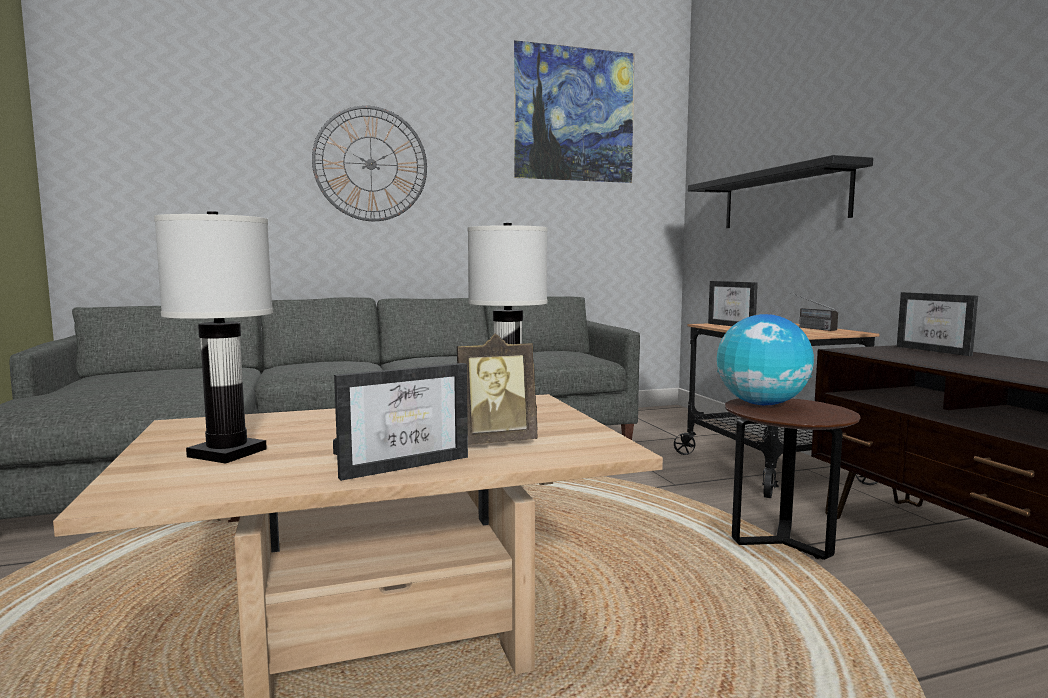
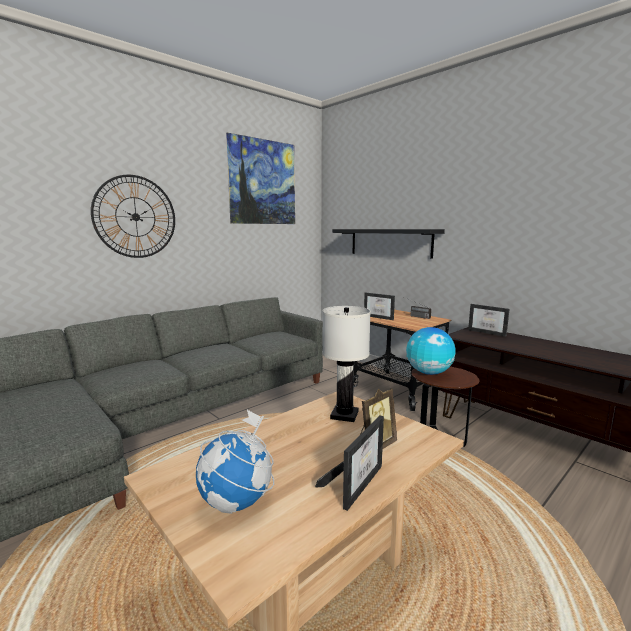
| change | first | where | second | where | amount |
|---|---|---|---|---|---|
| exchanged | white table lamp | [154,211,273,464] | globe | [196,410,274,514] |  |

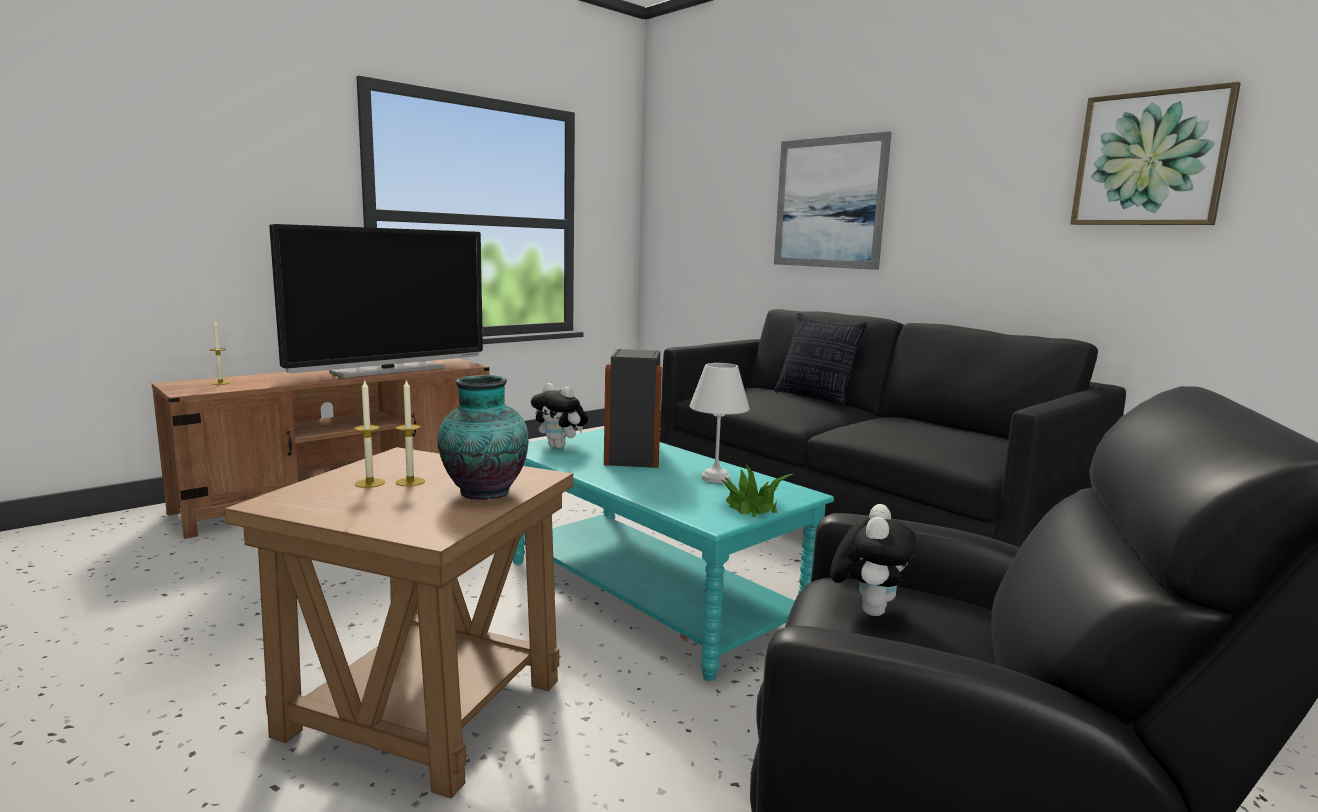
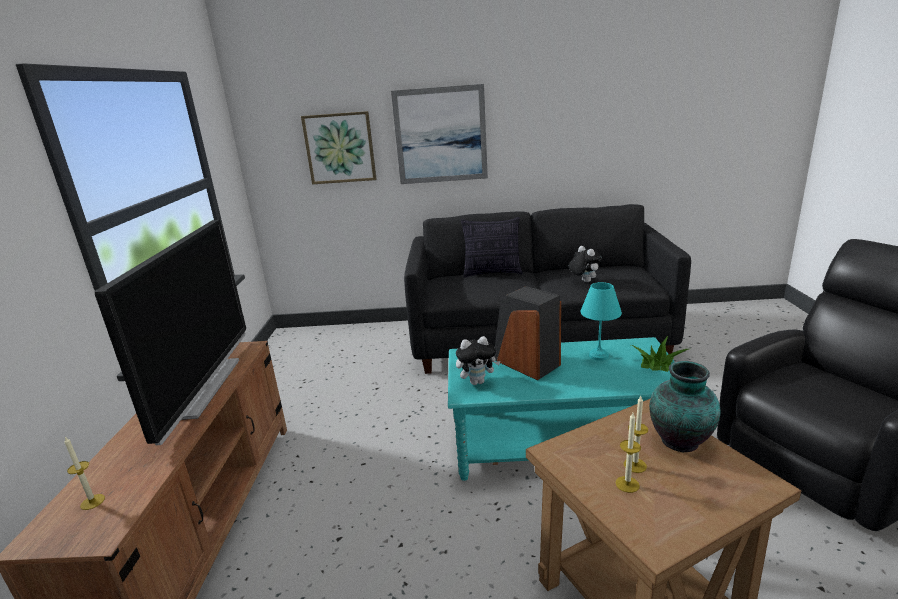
| change | first | where | second | where | amount |
|---|---|---|---|---|---|
| colour | white table lamp | [690,363,750,483] | turquoise table lamp | [580,282,622,361] |  |
| relocated | soft toy | [830,504,916,616] |  | [569,246,602,282] |  |
| relocated | wall picture | [1070,82,1241,225] |  | [301,111,376,184] |  |

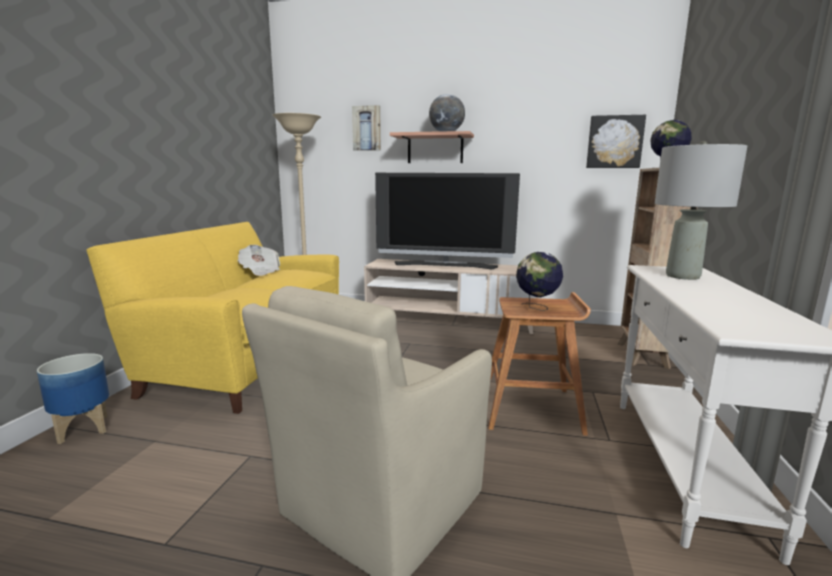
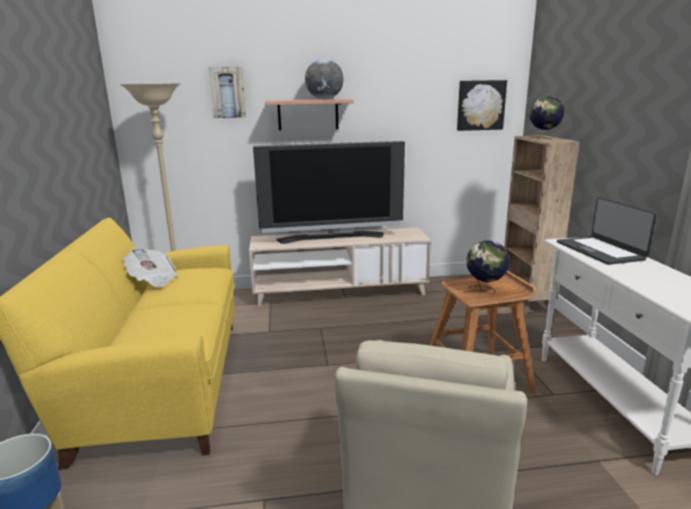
| change | first | where | second | where | amount |
|---|---|---|---|---|---|
| exchanged | greyish table lamp | [655,141,747,280] | notebook computer | [557,197,657,265] |  |

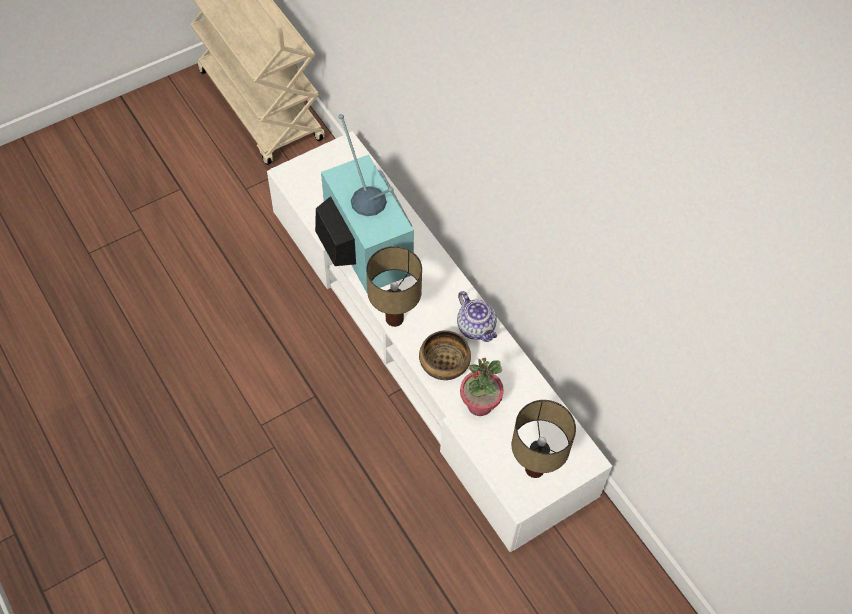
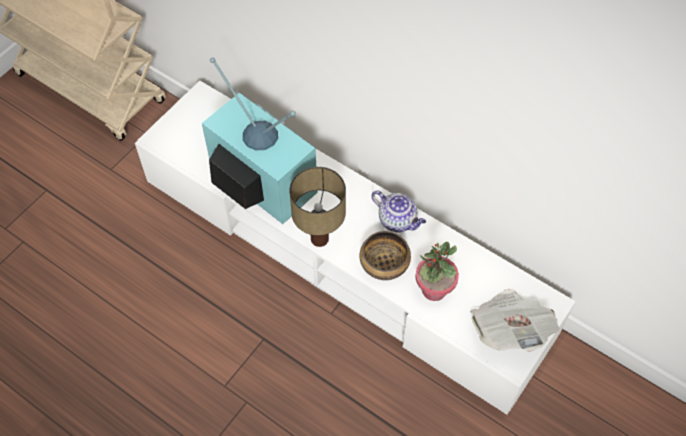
| change | first | where | second | where | amount |
|---|---|---|---|---|---|
| exchanged | table lamp | [512,400,576,478] | printed paper | [470,289,560,352] |  |

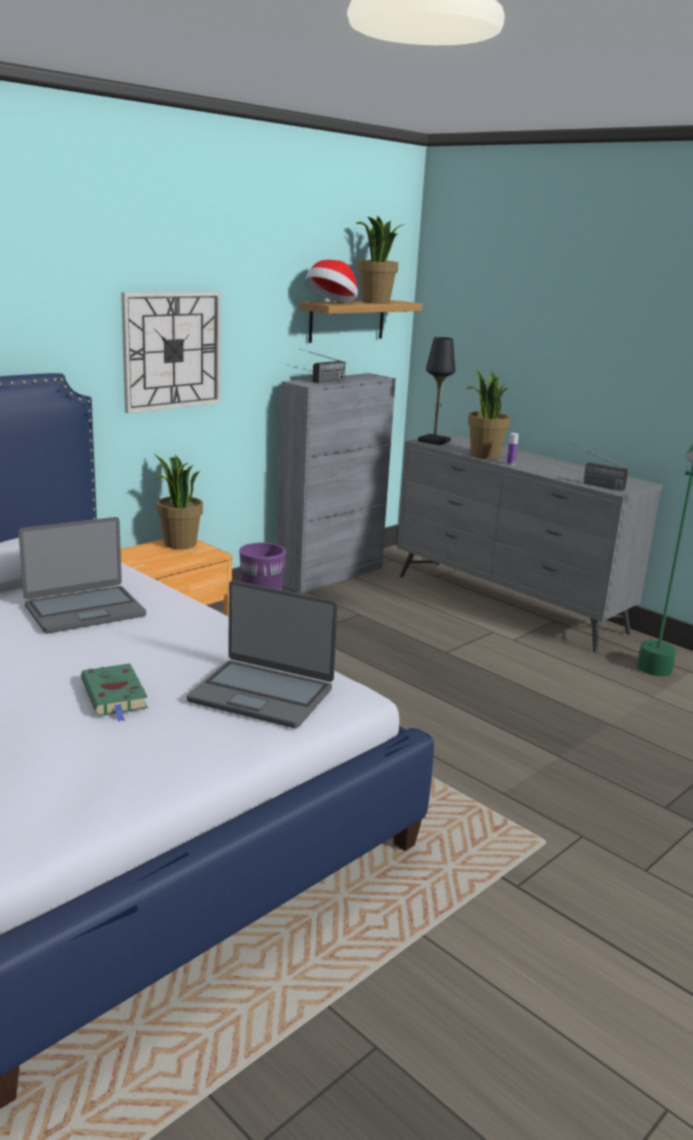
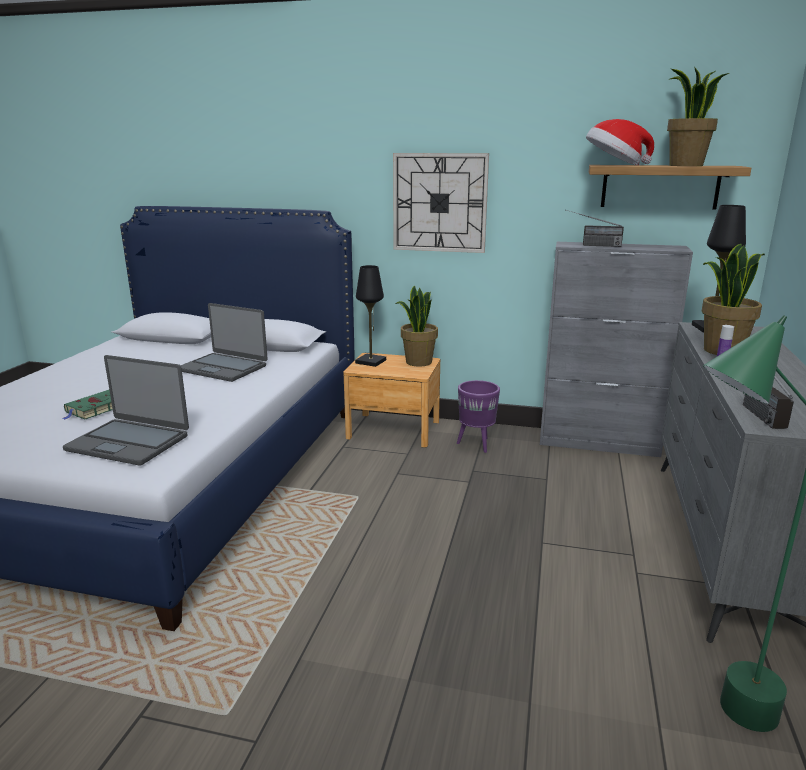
| change | first | where | second | where | amount |
|---|---|---|---|---|---|
| spun | notebook computer | [187,581,338,728] |  | [63,355,189,466] | 60 degrees counterclockwise |
| appeared |  |  | black table lamp | [355,265,386,367] |  |

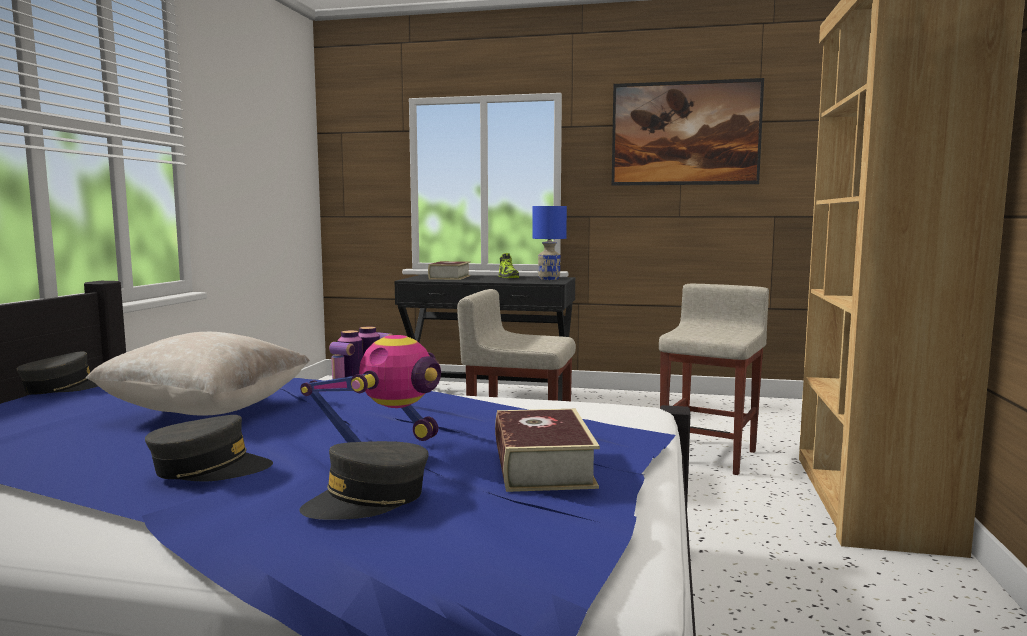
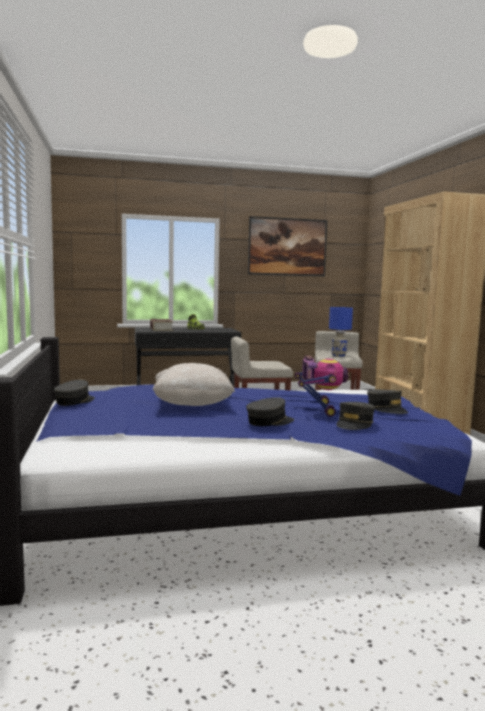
| change | first | where | second | where | amount |
|---|---|---|---|---|---|
| exchanged | book | [495,409,600,492] | greyish peaked cap | [367,389,408,414] |  |
| relocated | blue-coloured table lamp | [532,206,567,280] |  | [329,307,353,357] |  |

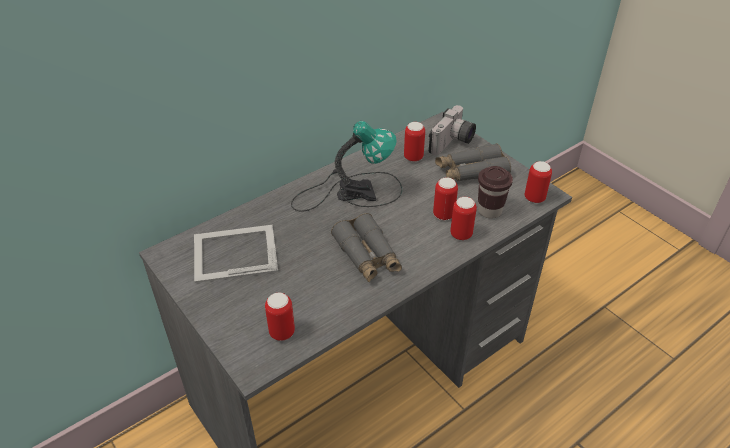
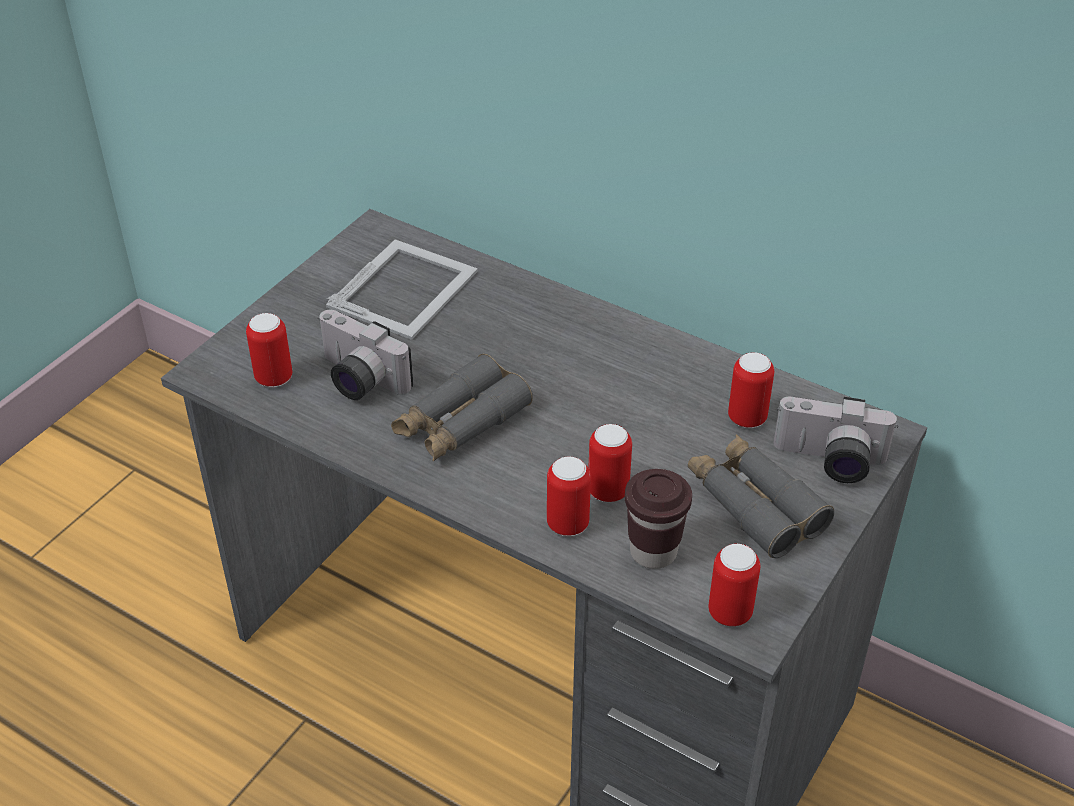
| change | first | where | second | where | amount |
|---|---|---|---|---|---|
| spun | standing frame | [194,225,278,283] |  | [326,239,478,340] | 60 degrees clockwise |
| missing | table lamp | [291,121,402,212] |  |  |  |
| appeared |  |  | still camera | [318,310,413,400] |  |

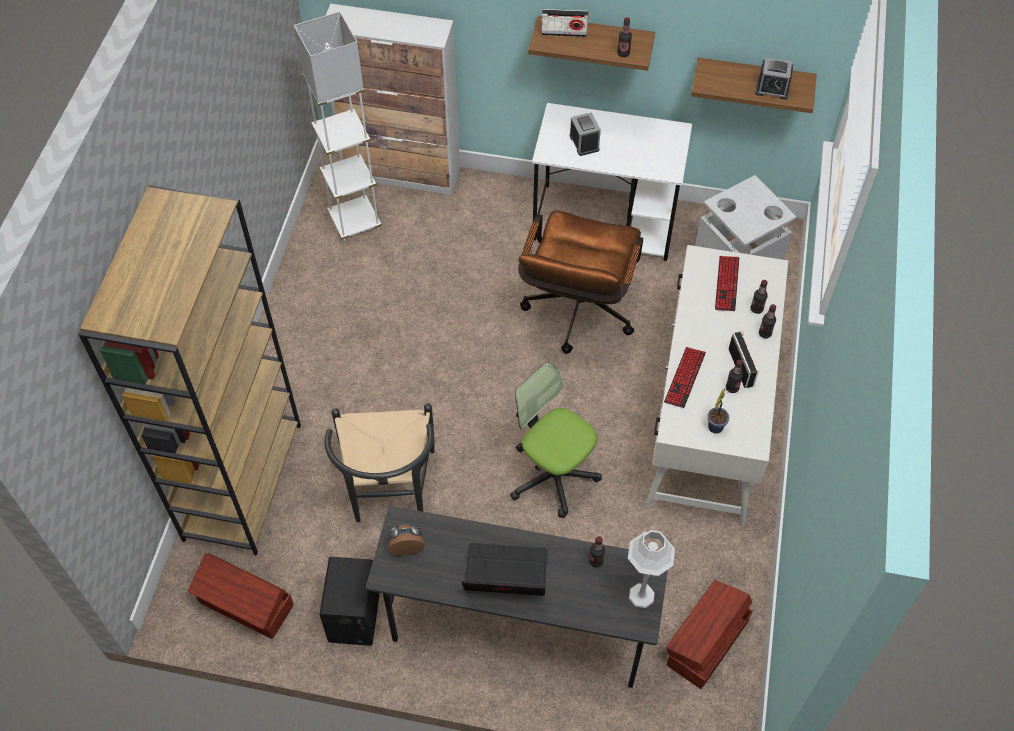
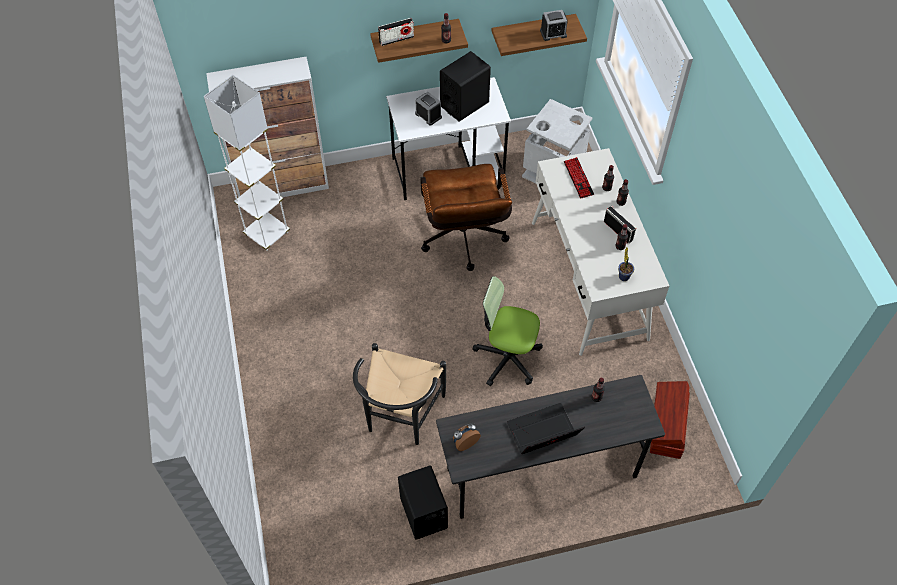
| change | first | where | second | where | amount |
|---|---|---|---|---|---|
| missing | brownish bookcase | [78,185,301,556] |  |  |  |
| missing | brownish storage bin | [188,554,294,639] |  |  |  |
| spun | black plain chair | [324,403,435,522] |  | [353,343,446,445] | 45 degrees clockwise |
| missing | greyish table lamp | [628,530,675,608] |  |  |  |
| missing | computer keyboard | [664,347,706,408] |  |  |  |
| appeared |  |  | black audio speaker | [440,51,491,122] |  |

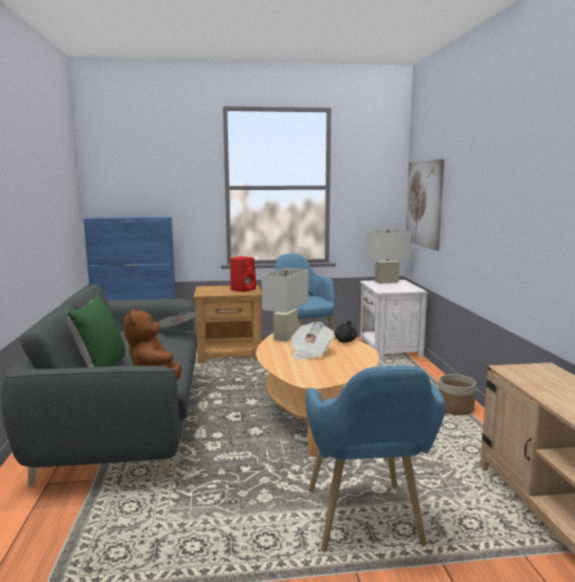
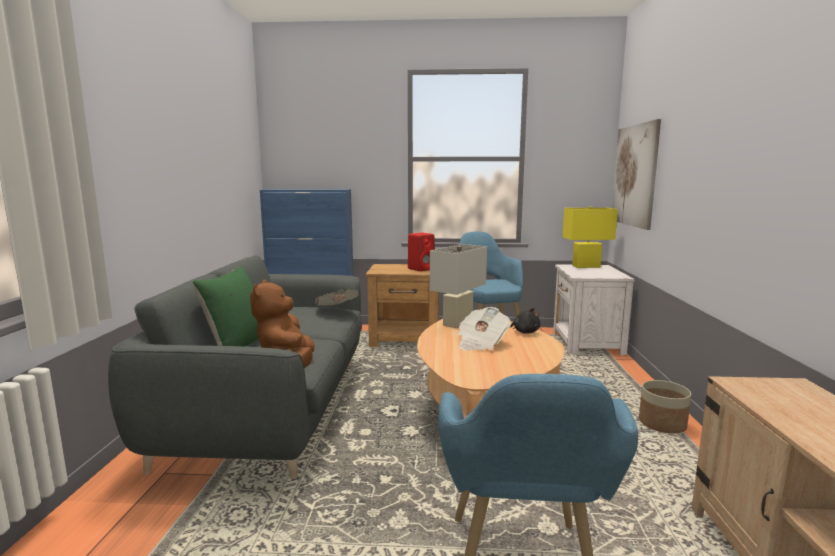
| change | first | where | second | where | amount |
|---|---|---|---|---|---|
| colour | white table lamp | [366,230,411,284] | yellow table lamp | [563,207,618,268] |  |

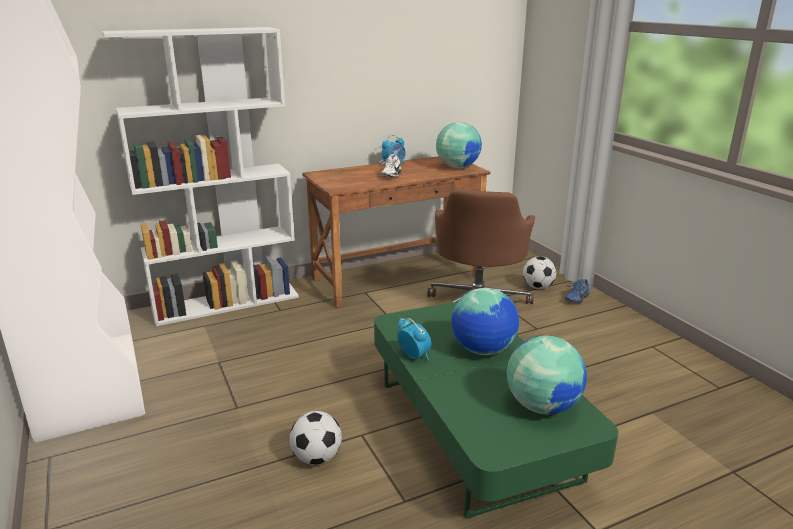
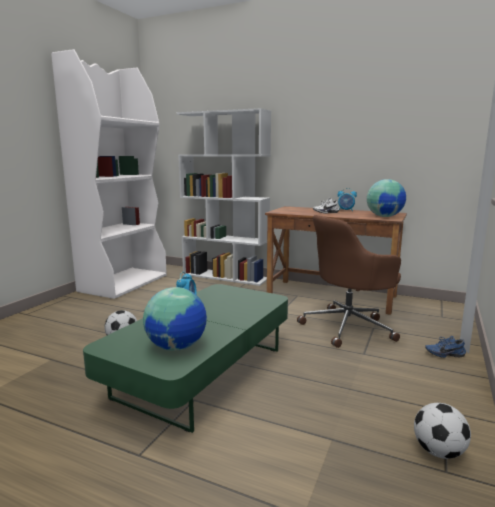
| change | first | where | second | where | amount |
|---|---|---|---|---|---|
| missing | globe | [451,288,519,355] |  |  |  |
| relocated | ball for football | [523,256,556,289] |  | [414,403,471,459] |  |

